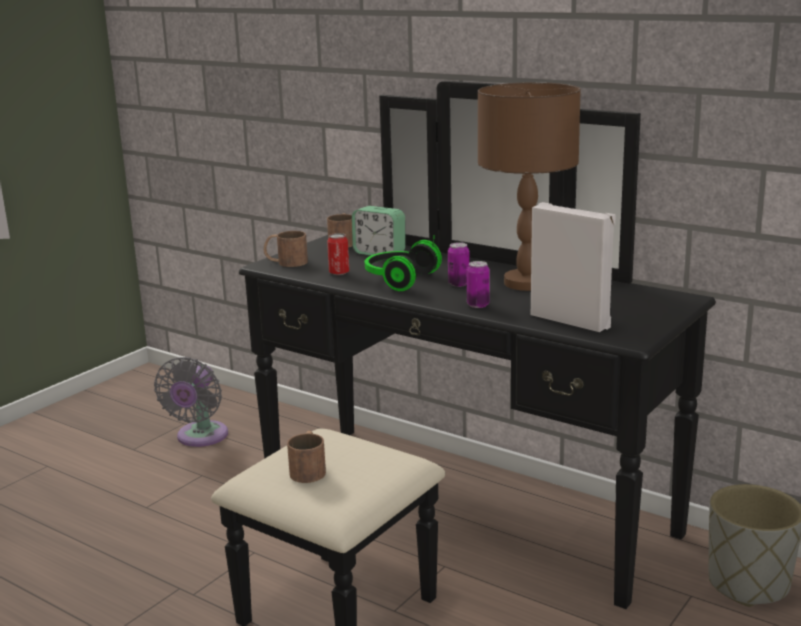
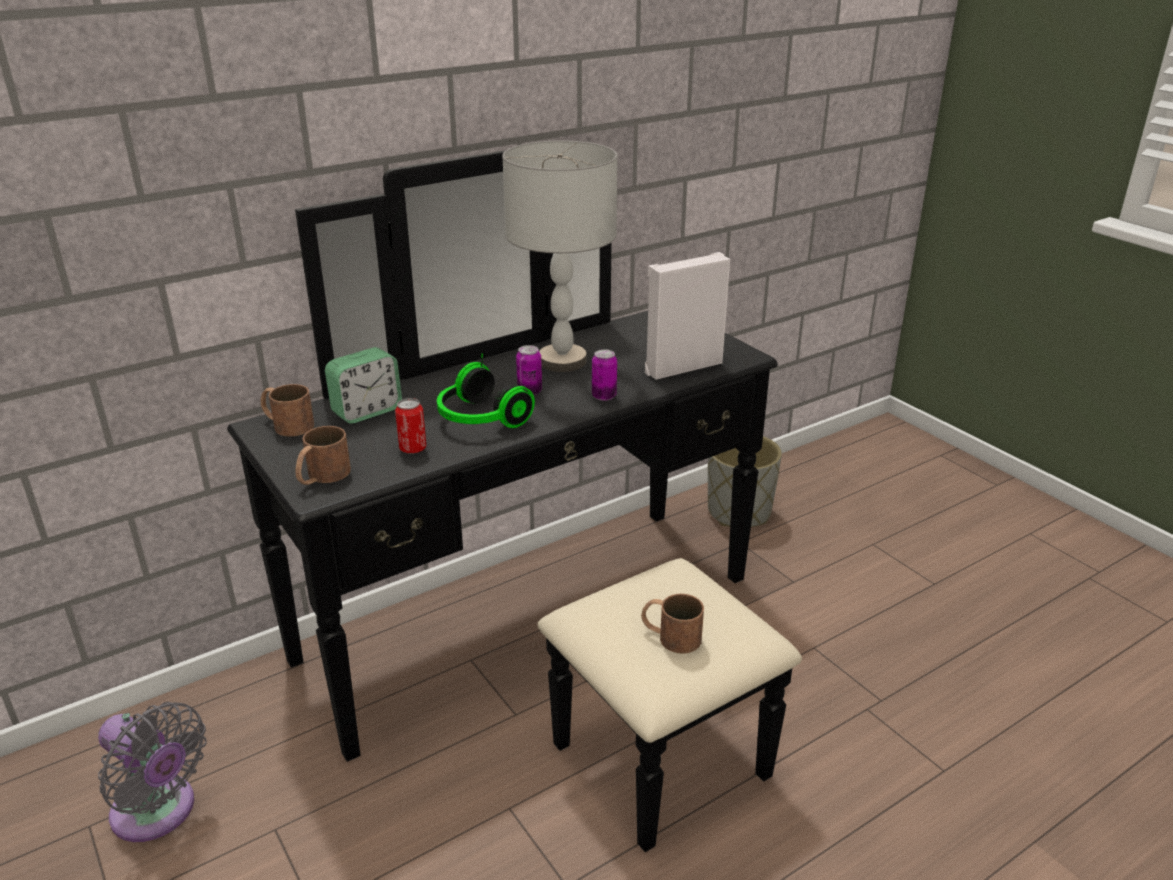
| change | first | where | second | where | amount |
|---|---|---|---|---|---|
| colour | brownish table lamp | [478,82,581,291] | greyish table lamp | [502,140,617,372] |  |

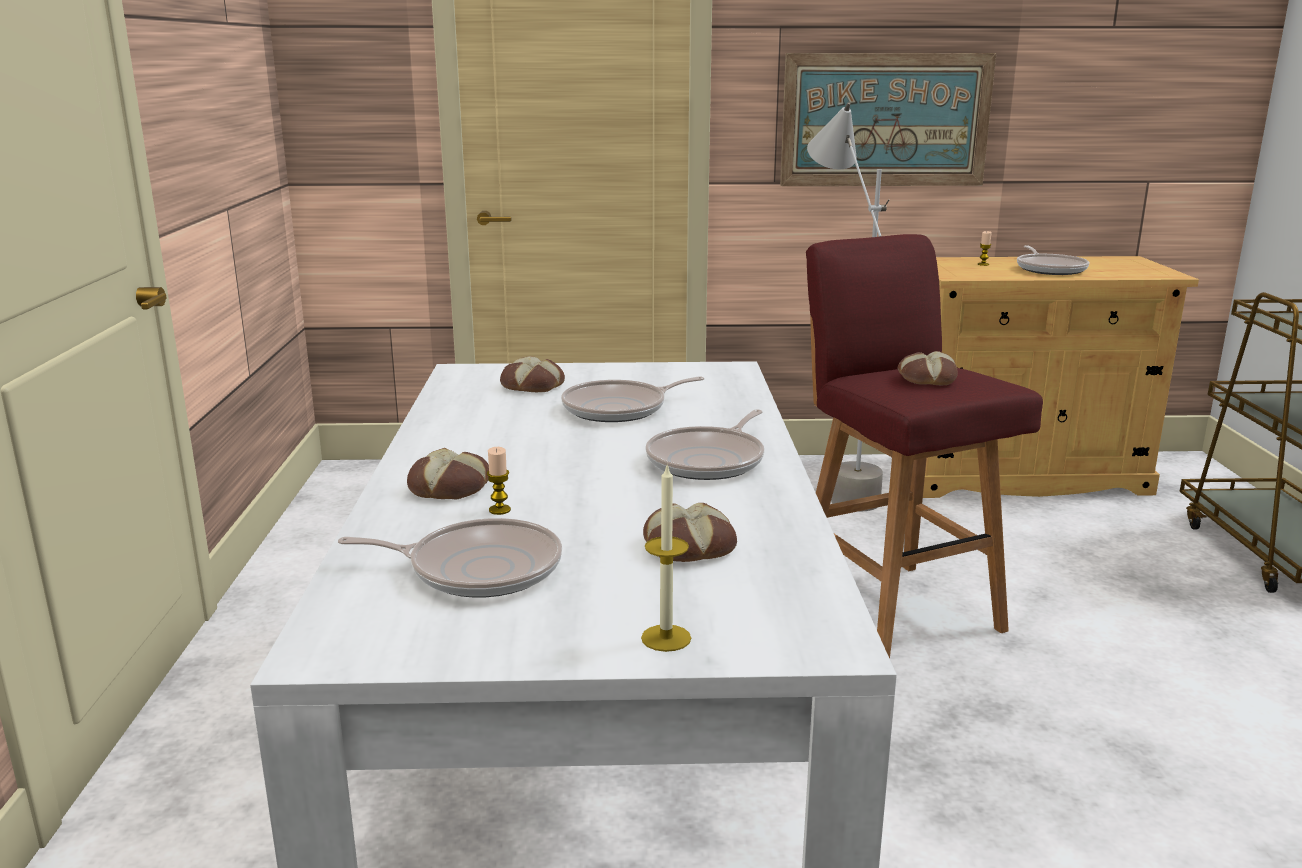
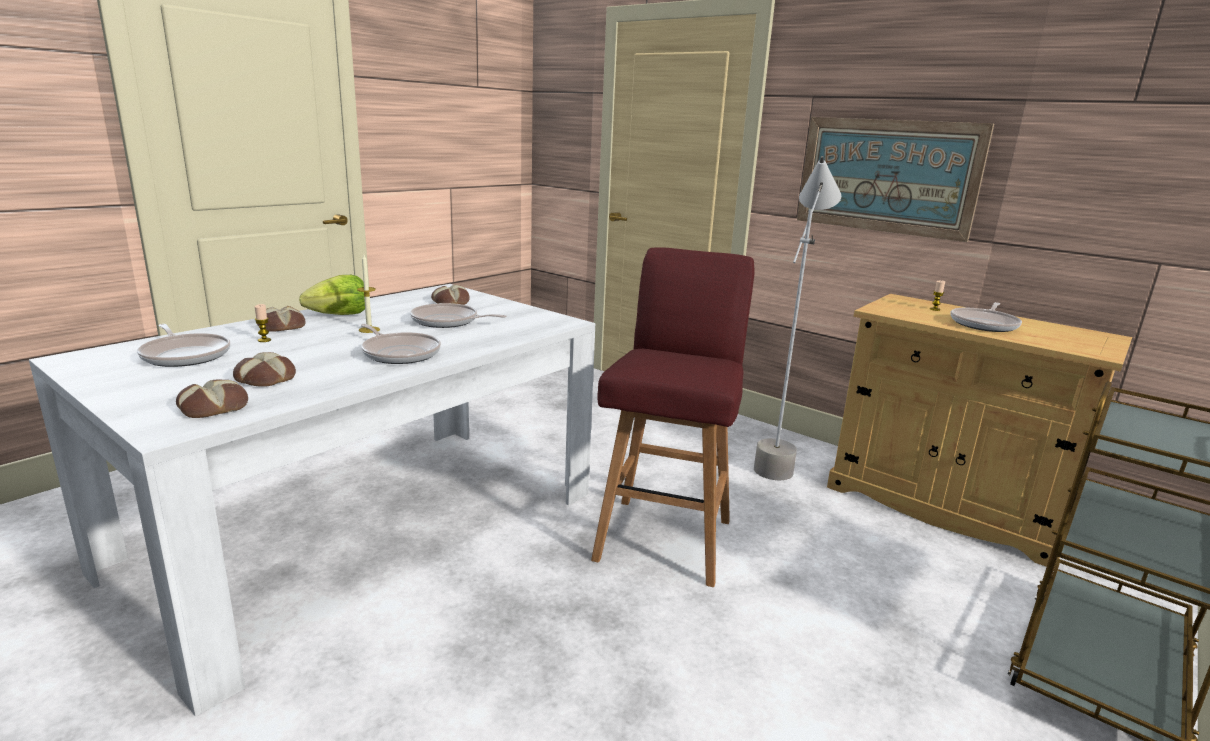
| change | first | where | second | where | amount |
|---|---|---|---|---|---|
| relocated | wax light | [641,466,691,652] |  | [357,255,380,333] |  |
| spun | pan | [645,409,764,480] |  | [360,324,441,364] | 120 degrees counterclockwise |
| relocated | baked bread | [898,351,958,386] |  | [176,380,248,418] |  |
| appeared |  |  | lettuce head | [299,275,365,315] |  |

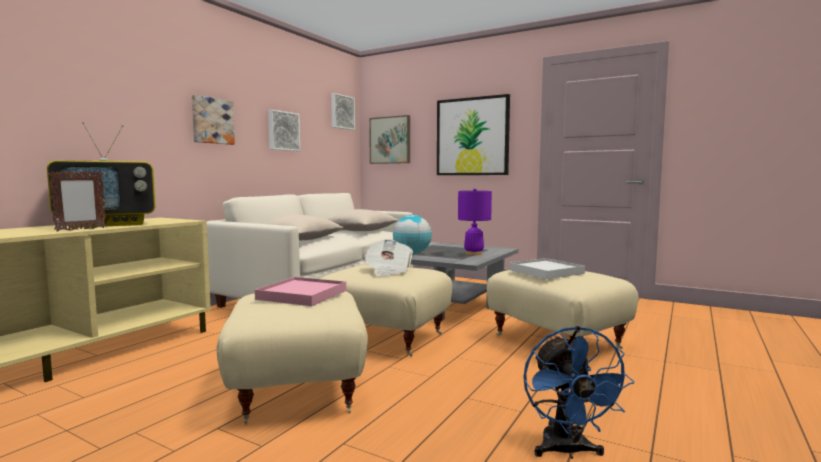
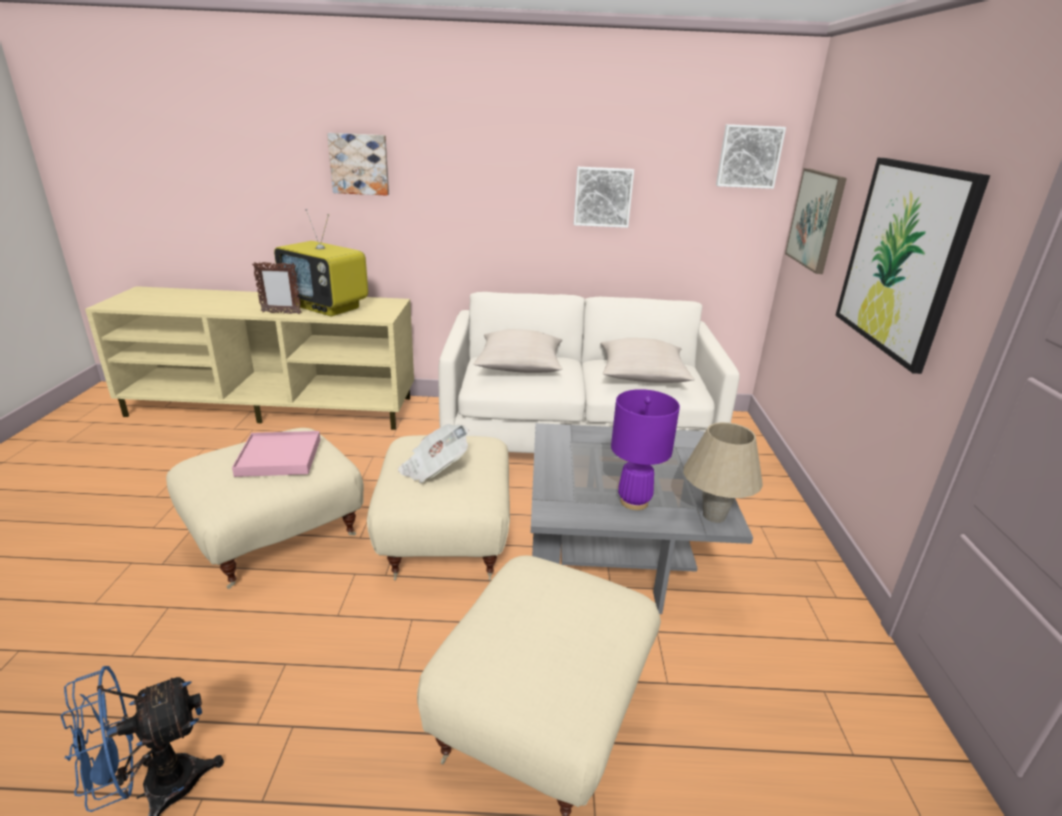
| change | first | where | second | where | amount |
|---|---|---|---|---|---|
| relocated | wall picture | [192,95,235,145] |  | [327,133,389,196] |  |
| missing | globe | [393,215,432,254] |  |  |  |
| missing | white carrying tray | [510,258,585,279] |  |  |  |
| appeared |  |  | beige-coloured table lamp | [683,422,763,523] |  |

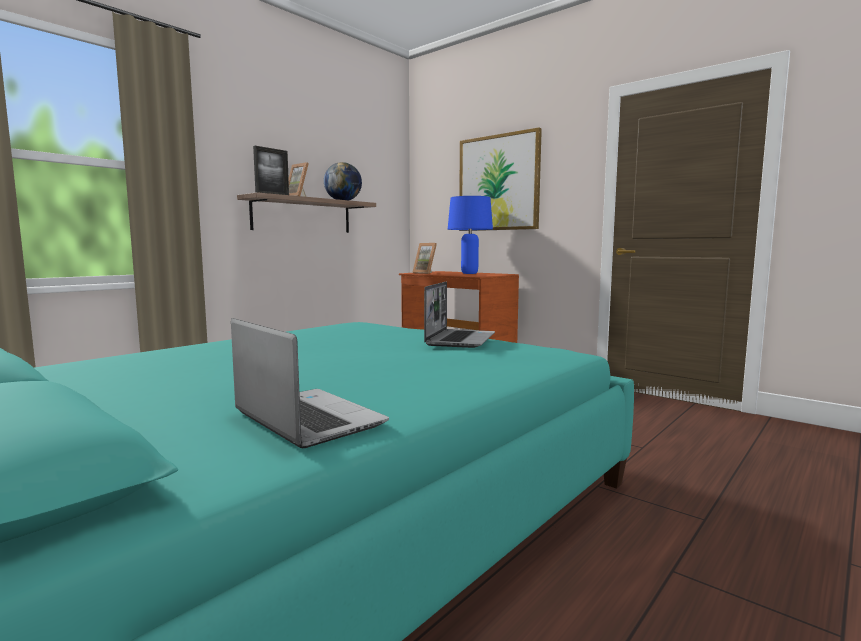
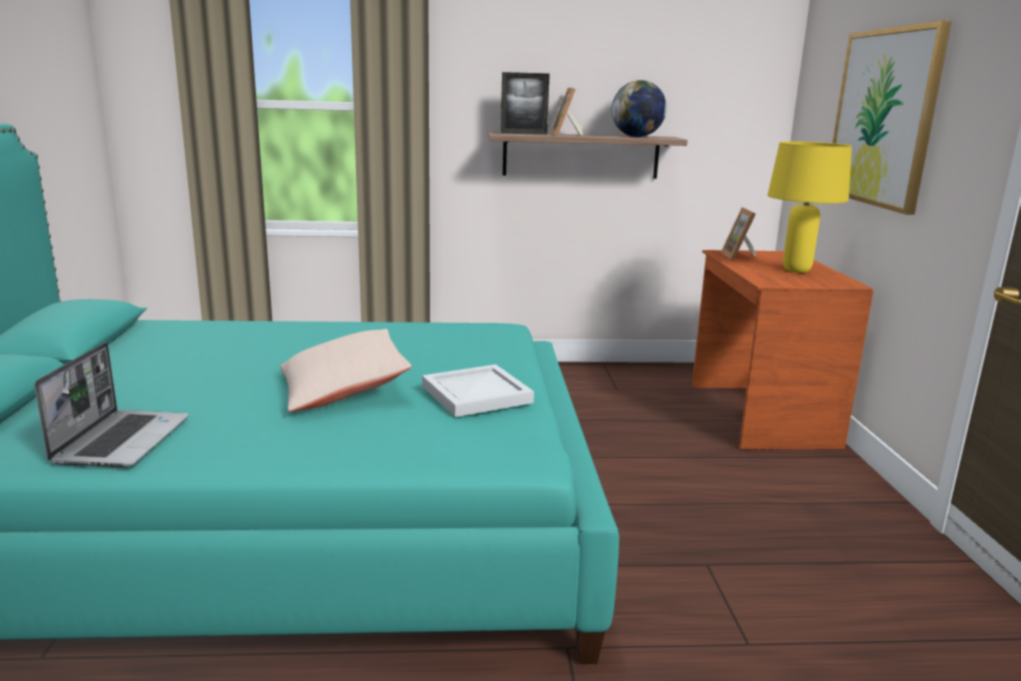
| change | first | where | second | where | amount |
|---|---|---|---|---|---|
| exchanged | notebook computer | [424,282,495,348] | white carrying tray | [422,364,534,417] |  |
| colour | blue-coloured table lamp | [448,196,493,274] | yellow table lamp | [767,141,852,273] |  |
| appeared |  |  | beige-coloured throw pillow | [280,329,412,412] |  |

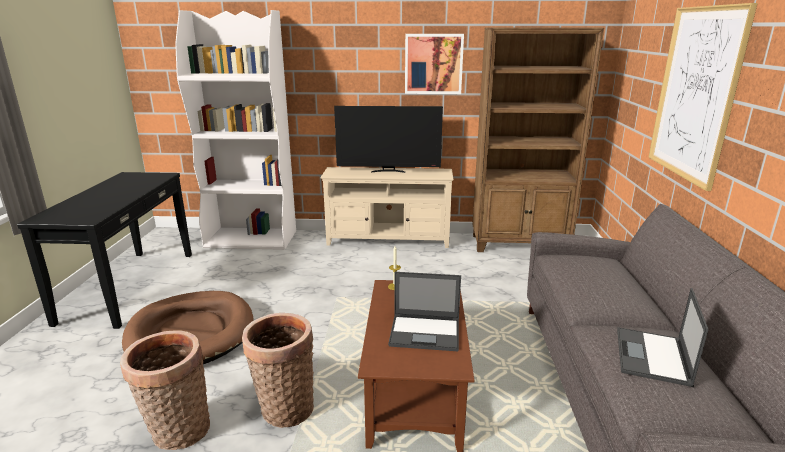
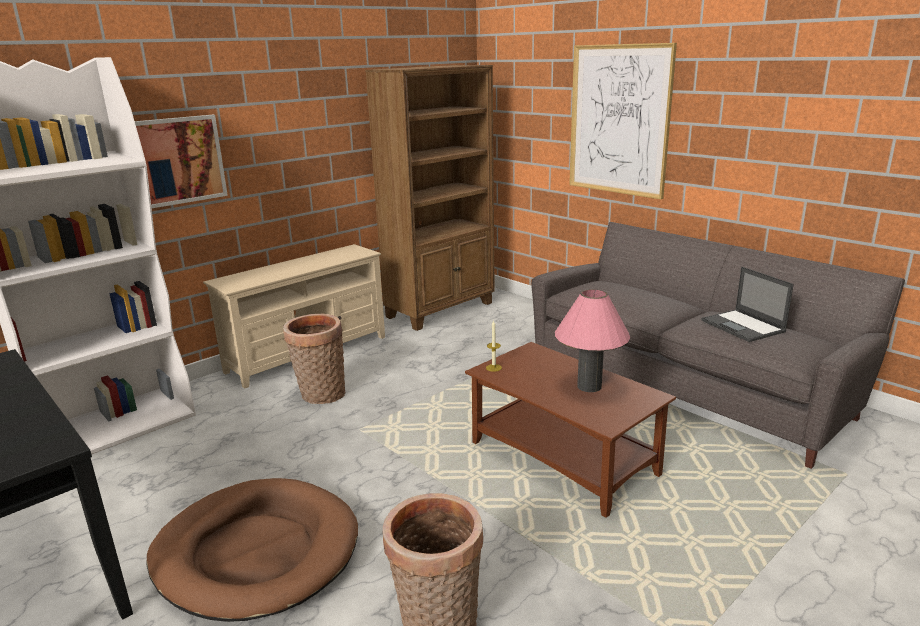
| change | first | where | second | where | amount |
|---|---|---|---|---|---|
| relocated | household basket | [242,313,314,428] |  | [283,314,345,404] |  |
| missing | TV set | [334,106,443,173] |  |  |  |
| exchanged | notebook computer | [388,272,461,351] | pink-coloured table lamp | [555,289,630,392] |  |
| relocated | wall picture | [405,34,464,94] |  | [135,115,228,208] |  |

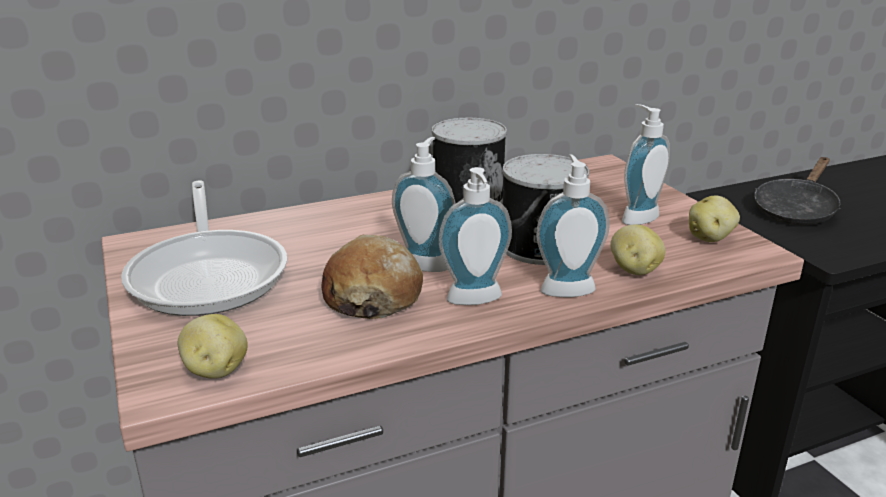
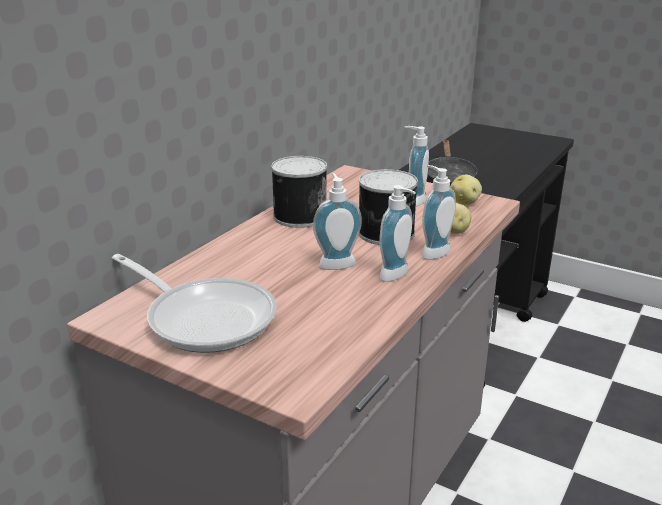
| change | first | where | second | where | amount |
|---|---|---|---|---|---|
| missing | potato | [178,314,248,379] |  |  |  |
| missing | baked bread | [321,235,423,319] |  |  |  |

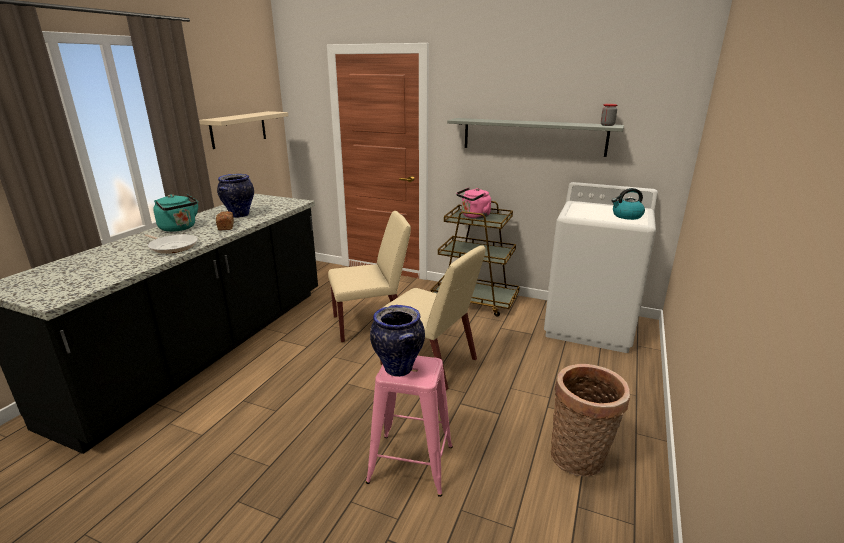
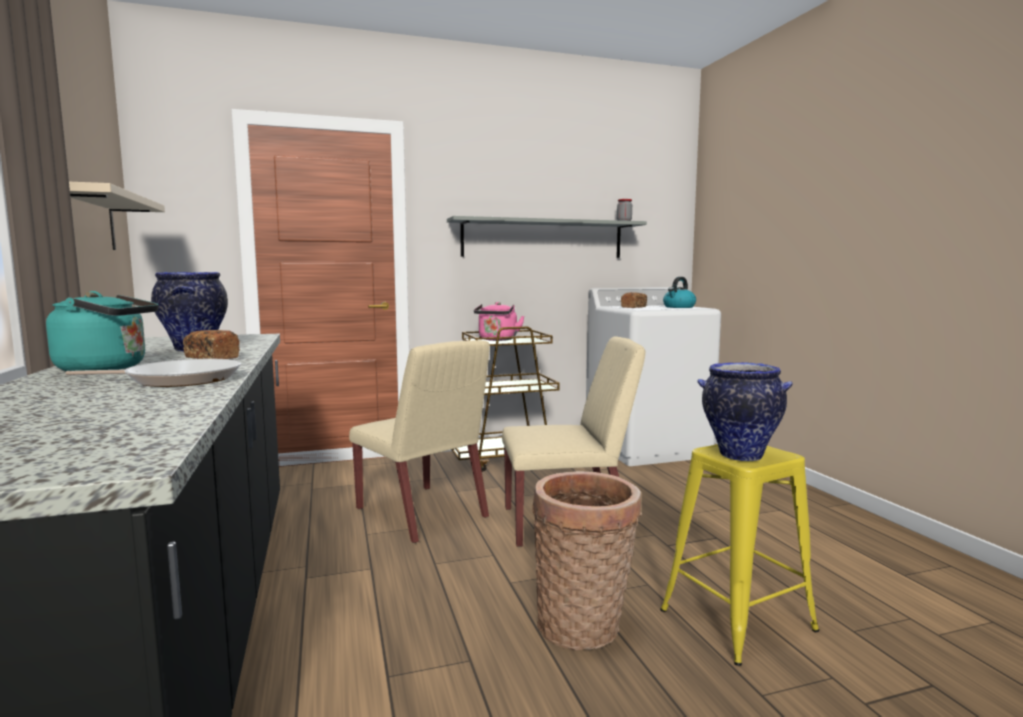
| change | first | where | second | where | amount |
|---|---|---|---|---|---|
| spun | beige-coloured plain chair | [328,211,411,343] |  | [349,340,490,544] | 105 degrees clockwise |
| colour | pink-coloured sitting stool | [366,356,453,497] | yellow sitting stool | [660,444,819,666] |  |
| relocated | household basket | [551,364,630,477] |  | [532,471,642,650] |  |
| appeared |  |  | baked bread | [621,292,647,308] |  |

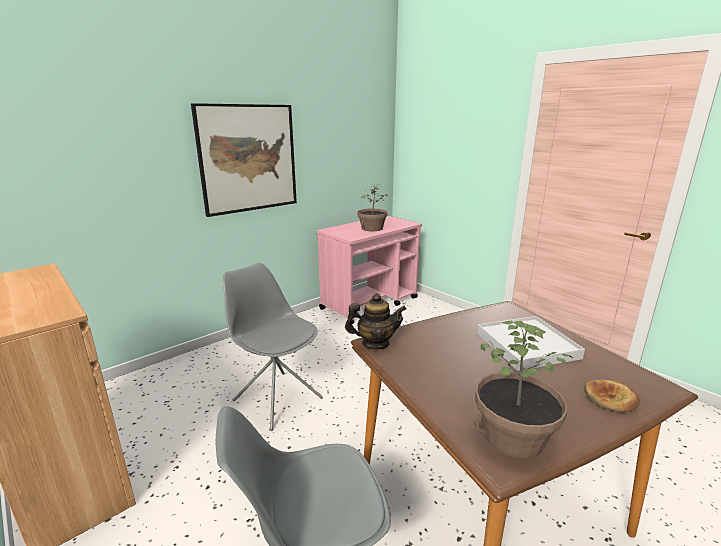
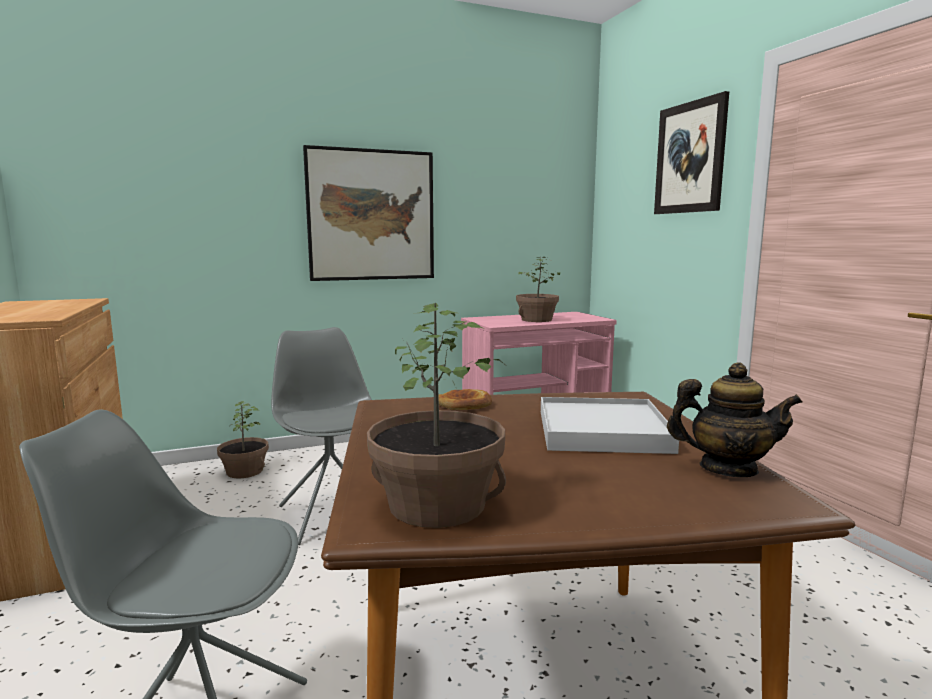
| change | first | where | second | where | amount |
|---|---|---|---|---|---|
| relocated | pot for tea | [345,293,407,350] |  | [667,362,803,477] |  |
| relocated | baked bread | [584,380,640,413] |  | [438,389,492,410] |  |
| appeared |  |  | plant in a pot | [217,401,269,479] |  |
| appeared |  |  | wall picture | [654,91,729,214] |  |

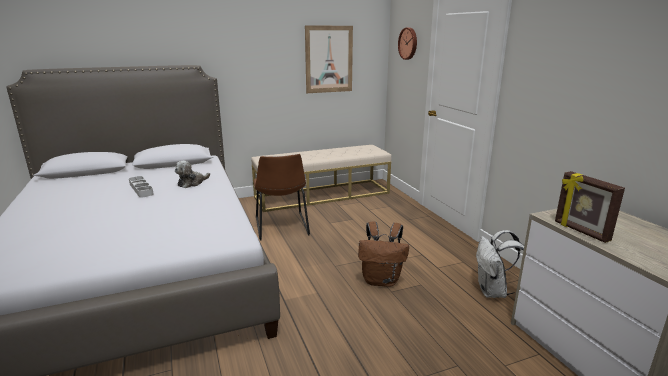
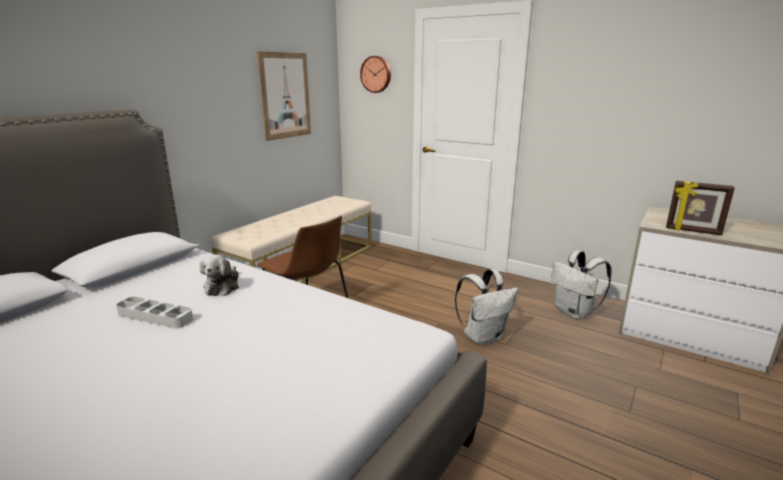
| change | first | where | second | where | amount |
|---|---|---|---|---|---|
| colour | brownish rucksack | [358,222,409,287] | white rucksack | [455,269,518,345] |  |

